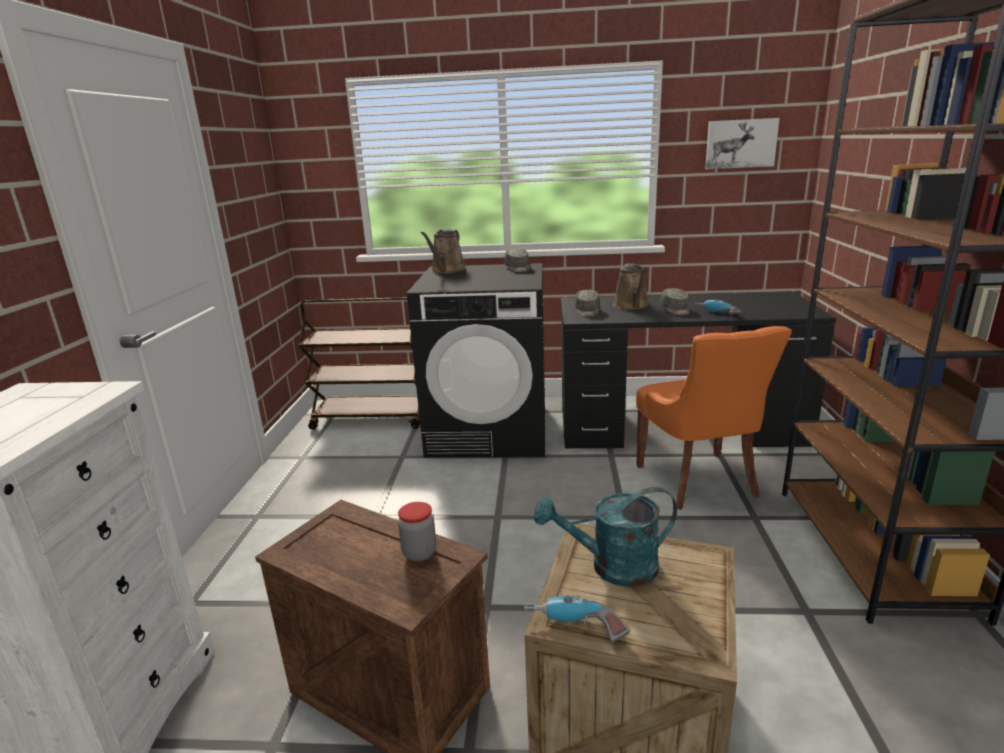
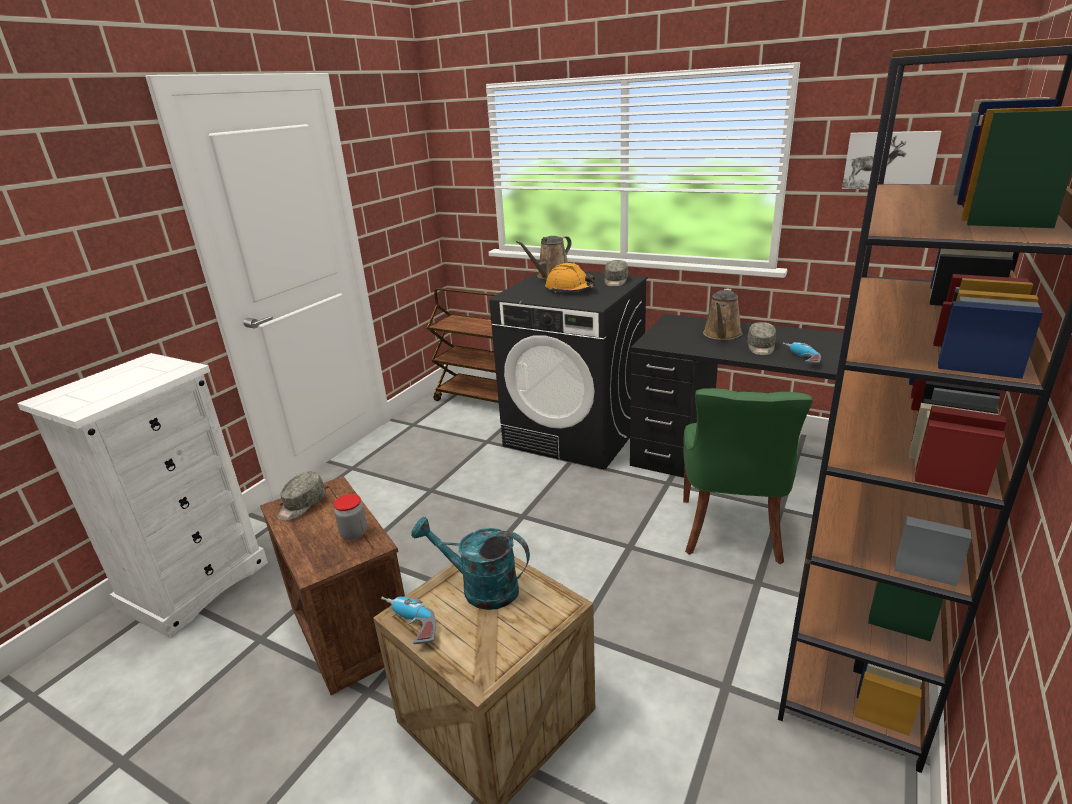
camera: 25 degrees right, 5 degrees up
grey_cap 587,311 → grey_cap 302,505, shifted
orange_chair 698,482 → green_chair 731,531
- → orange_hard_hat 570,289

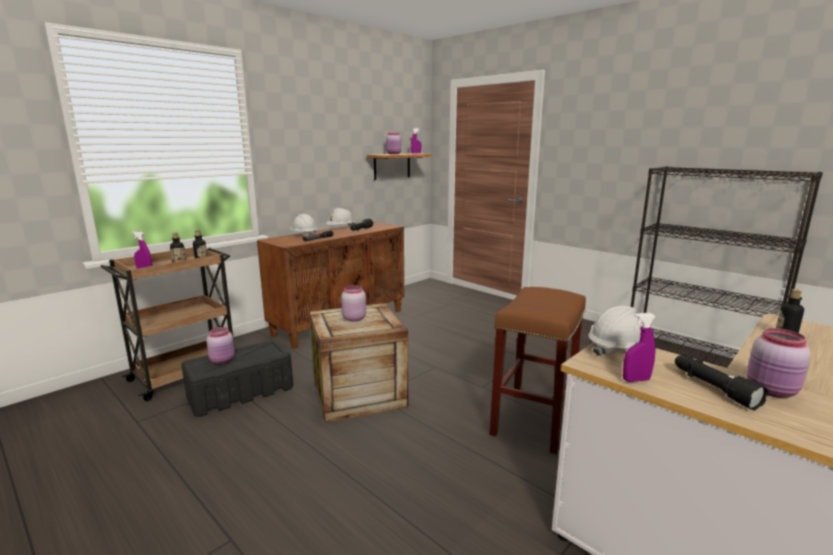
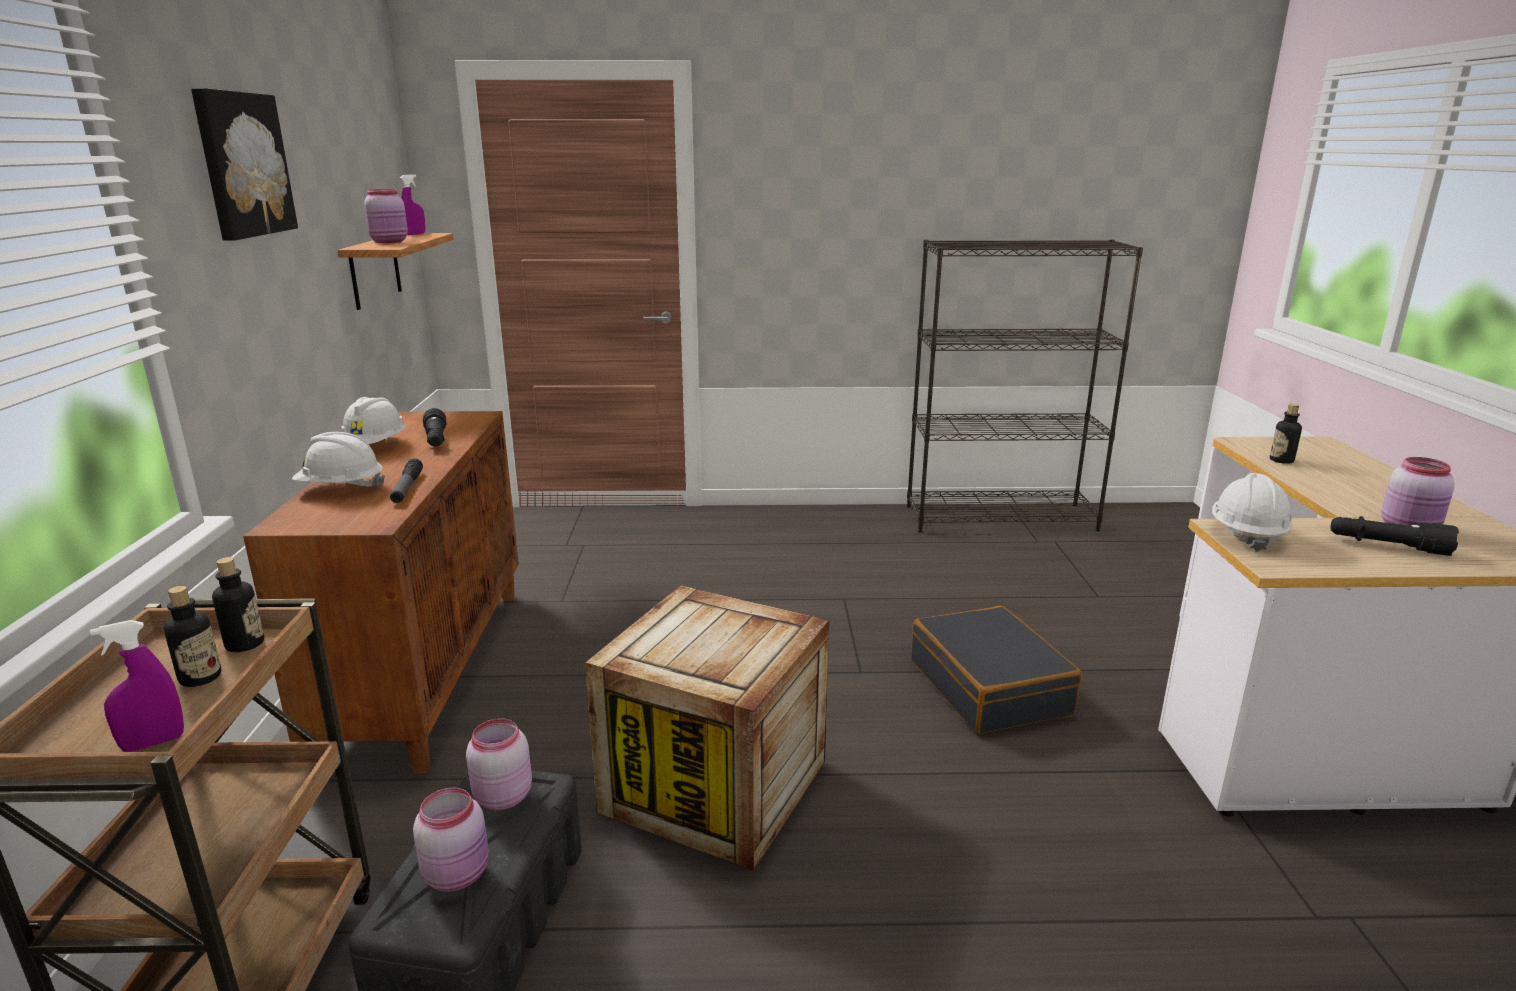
camera: 45 degrees left, 5 degrees up
pink_jar 353,318 → pink_jar 501,797, shifted
brown_stool 533,420 → black_suitcase 989,687
purple_spray_bottle 636,380 → -
- → picture 242,164

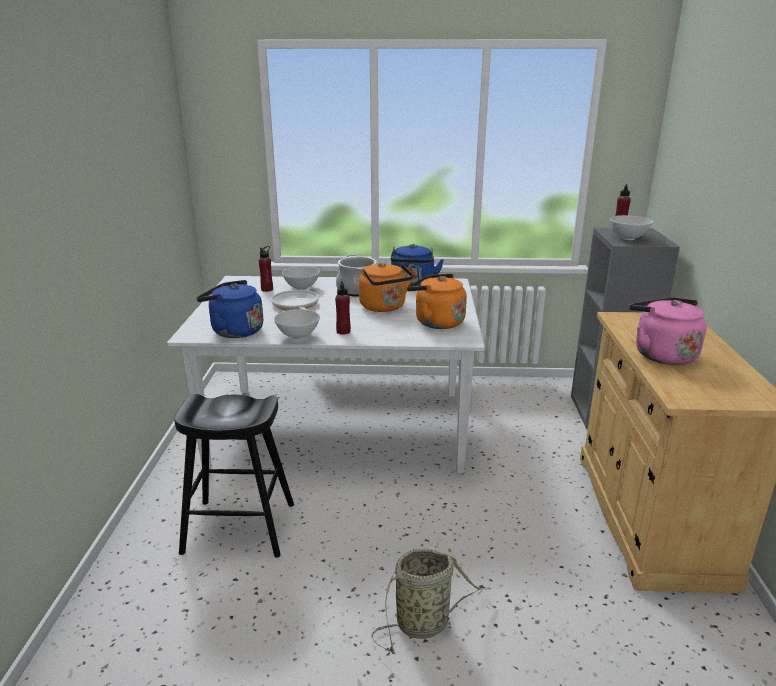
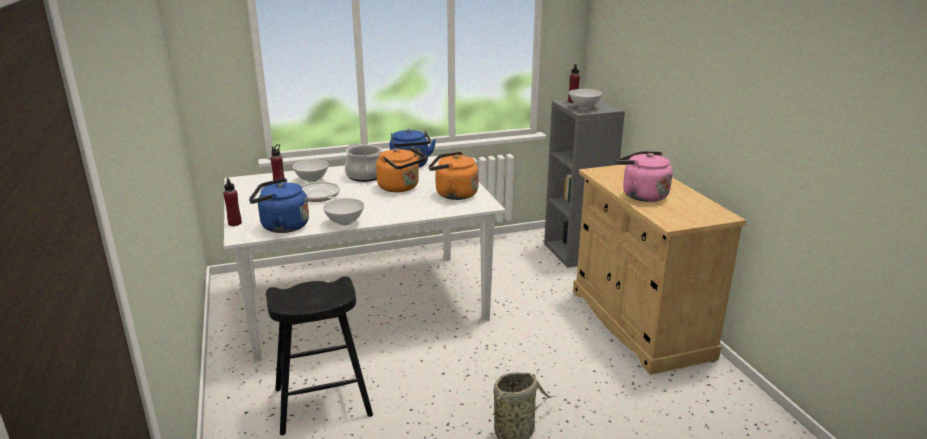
camera: 20 degrees left, 0 degrees up
red_bottle 343,331 → red_bottle 235,223, shifted

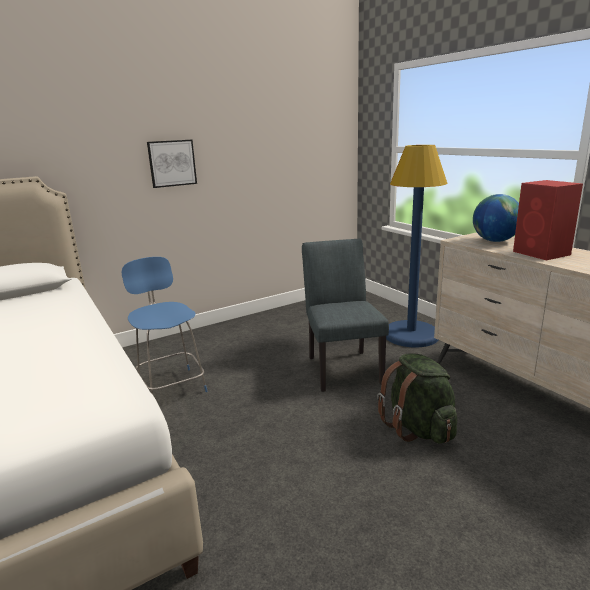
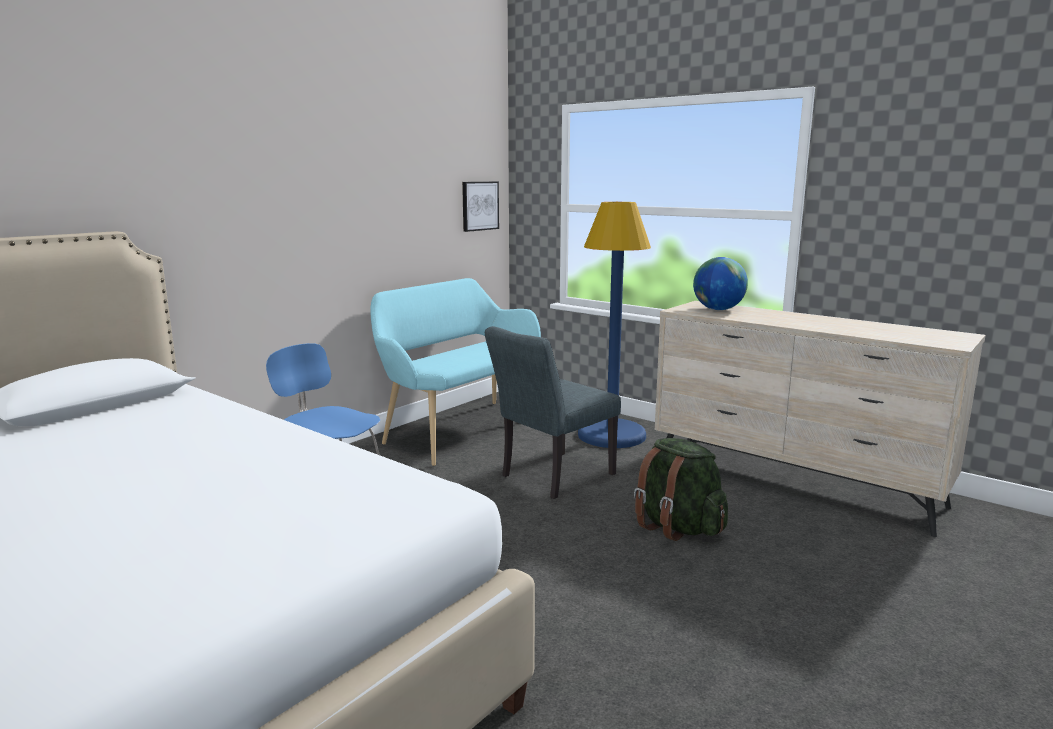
camera: 20 degrees left, 5 degrees down
picture 172,163 → picture 479,206, shifted
grey_chair 342,367 → grey_chair 551,477, 105 degrees counterclockwise
red_speaker 542,253 → -
- → turquoise_bench 464,428

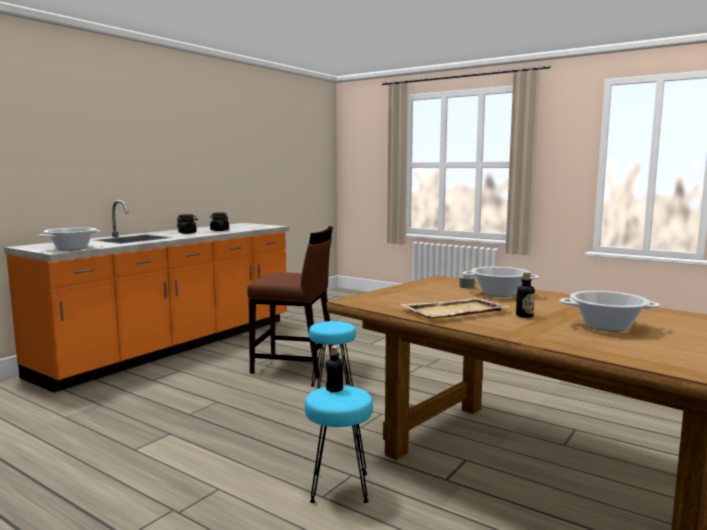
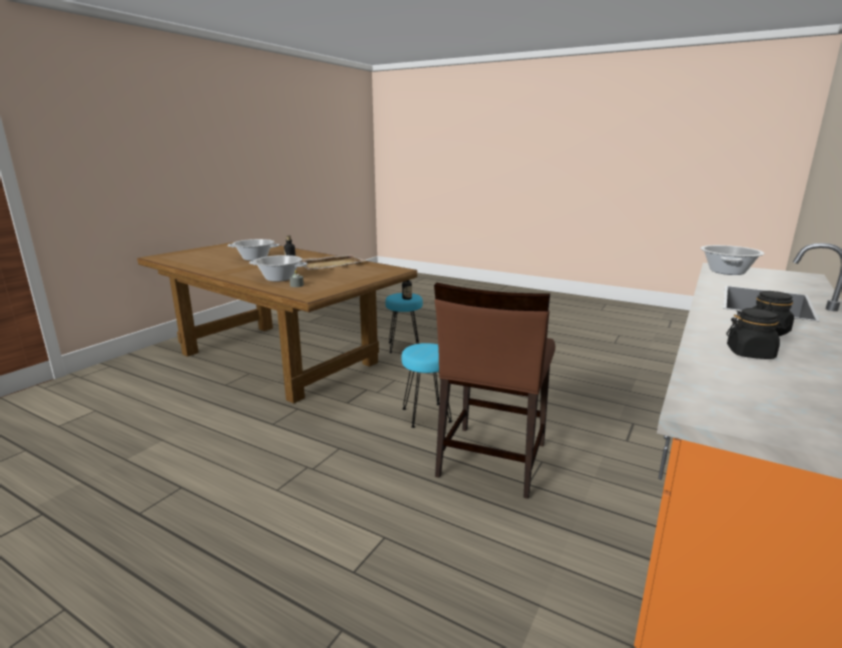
camera: 175 degrees right, 10 degrees up
brown_chair 294,365 → brown_chair 491,460, 75 degrees counterclockwise

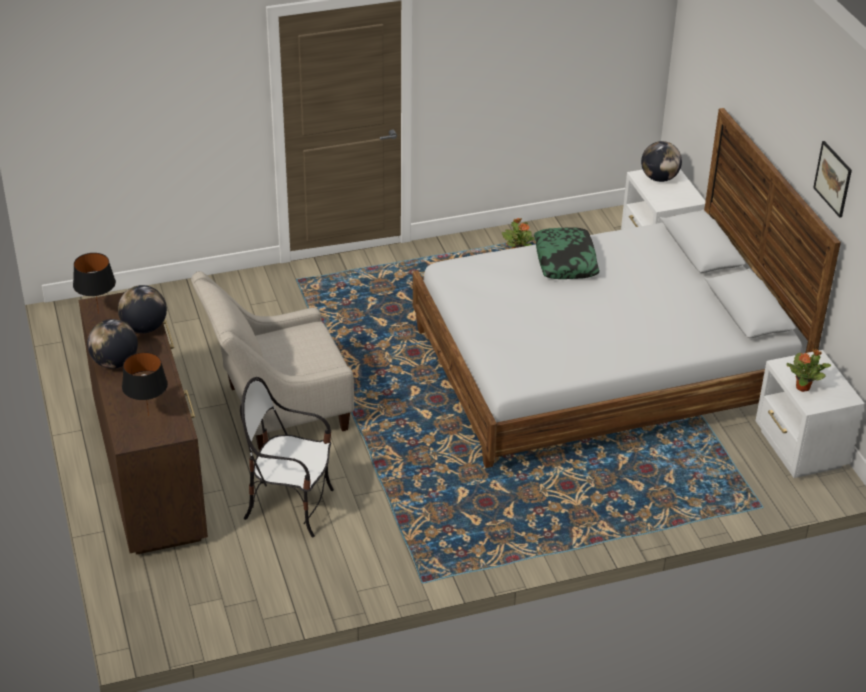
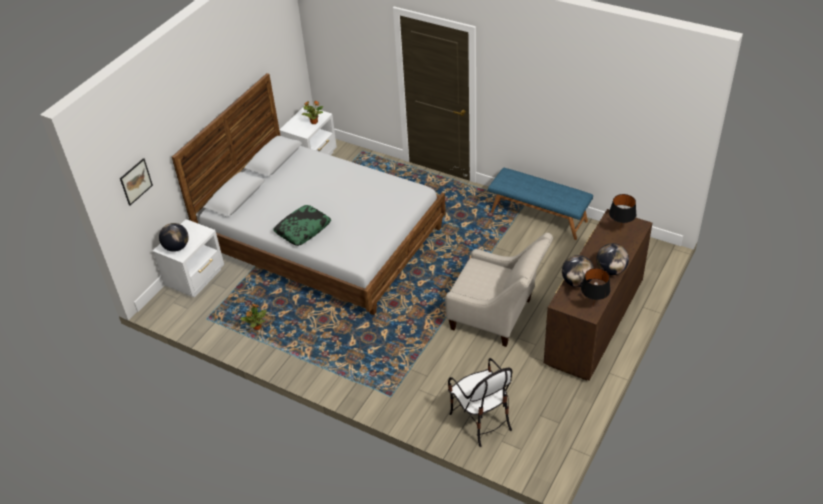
camera: 130 degrees left, 5 degrees up
chair 290,506 → chair 481,420, shifted
picture 833,179 → picture 136,181, shifted
- → blue_bench 539,216

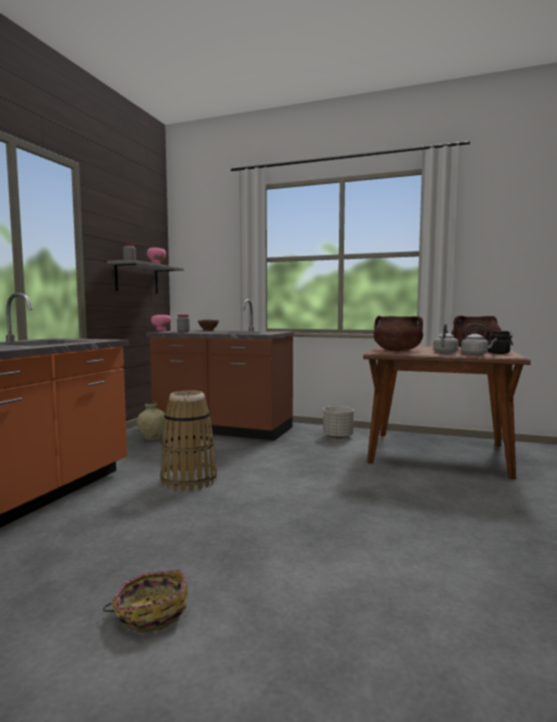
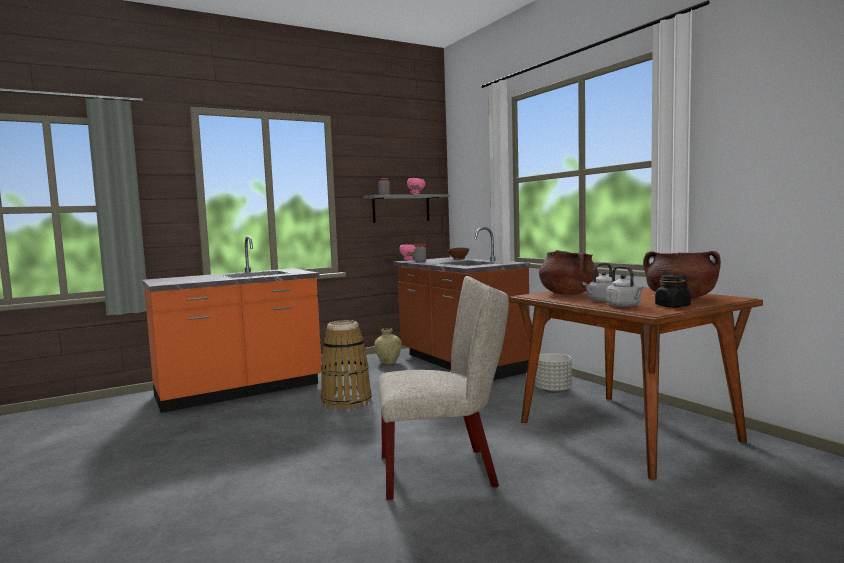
camera: 40 degrees right, 0 degrees up
basket 151,612 → -
- → beige_chair 445,470

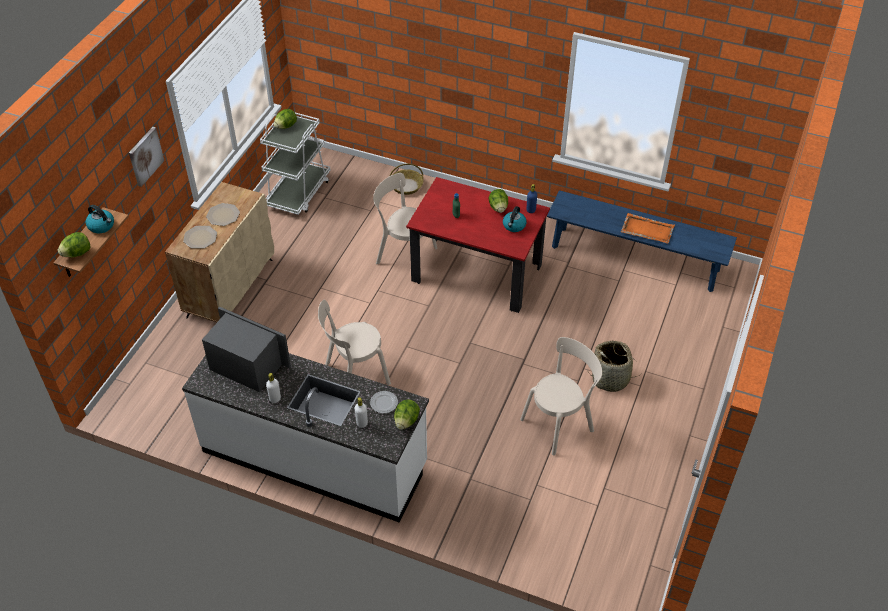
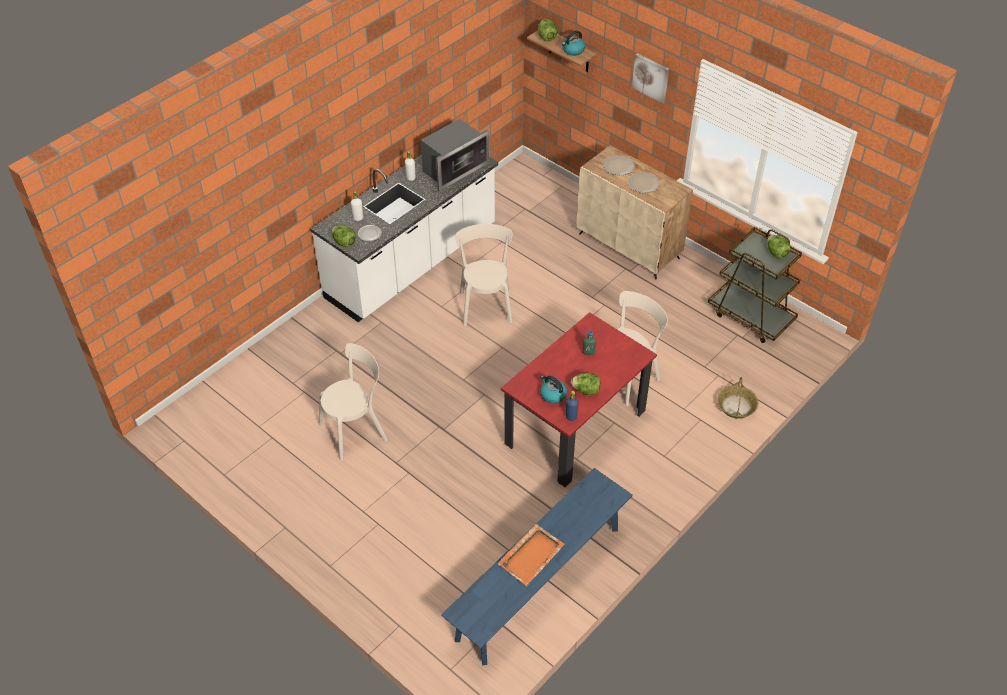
camera: 110 degrees right, 0 degrees up
white_cart 298,193 → brown_cart 751,316
beige_chair 559,423 → beige_chair 356,430, 105 degrees counterclockwise
basket 610,379 → -

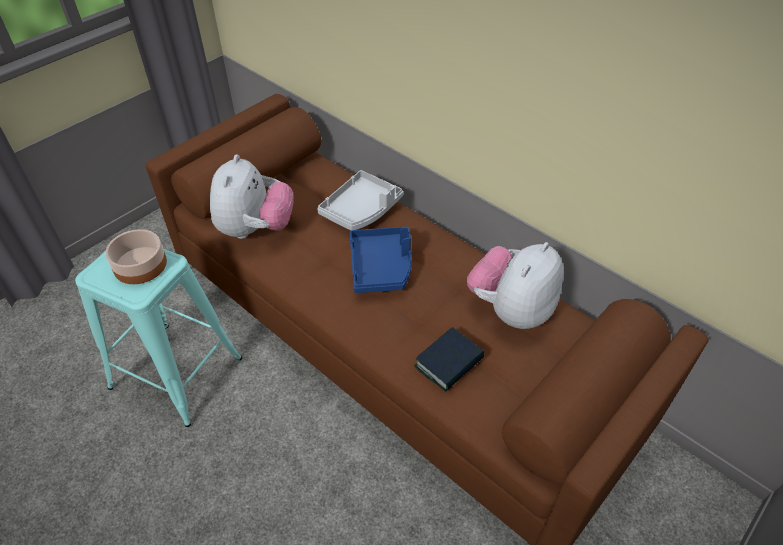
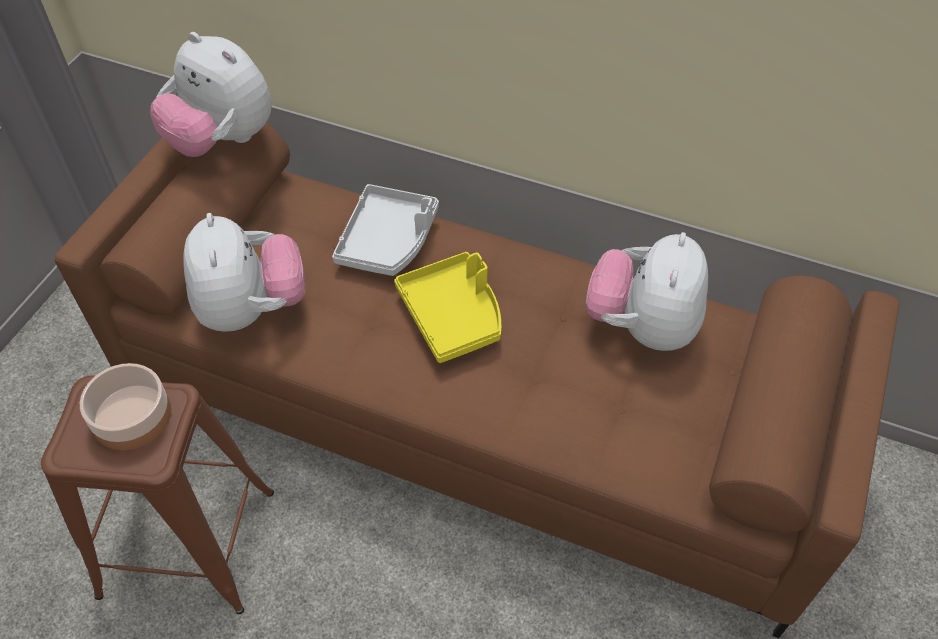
camera: 20 degrees left, 5 degrees up
turquoise_stool 176,372 → brown_stool 187,543
blue_tray 381,267 → yellow_tray 453,315
book 449,363 → -
- → plush_toy 222,141

